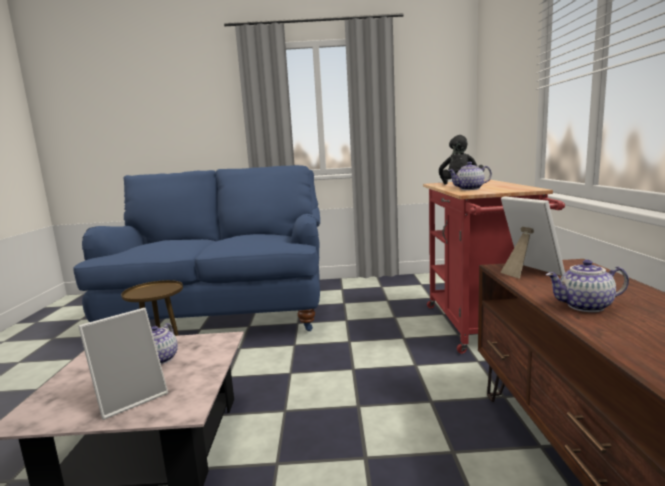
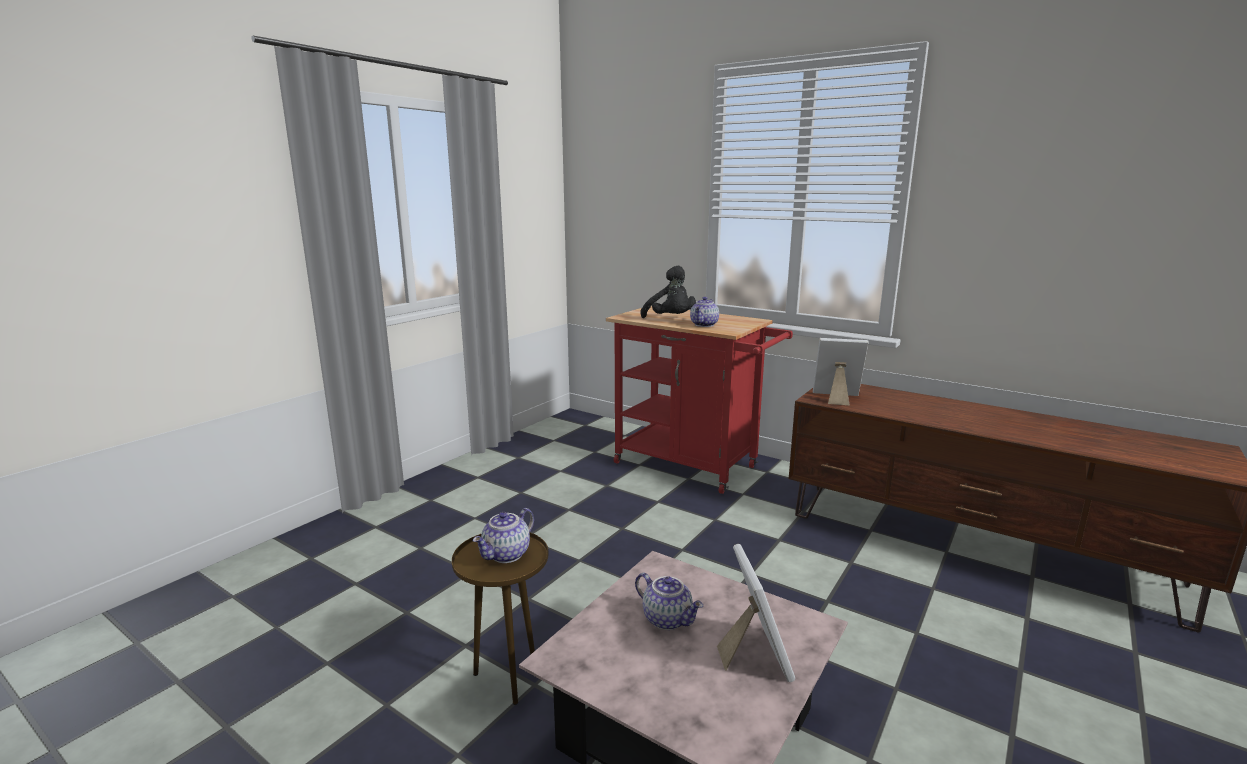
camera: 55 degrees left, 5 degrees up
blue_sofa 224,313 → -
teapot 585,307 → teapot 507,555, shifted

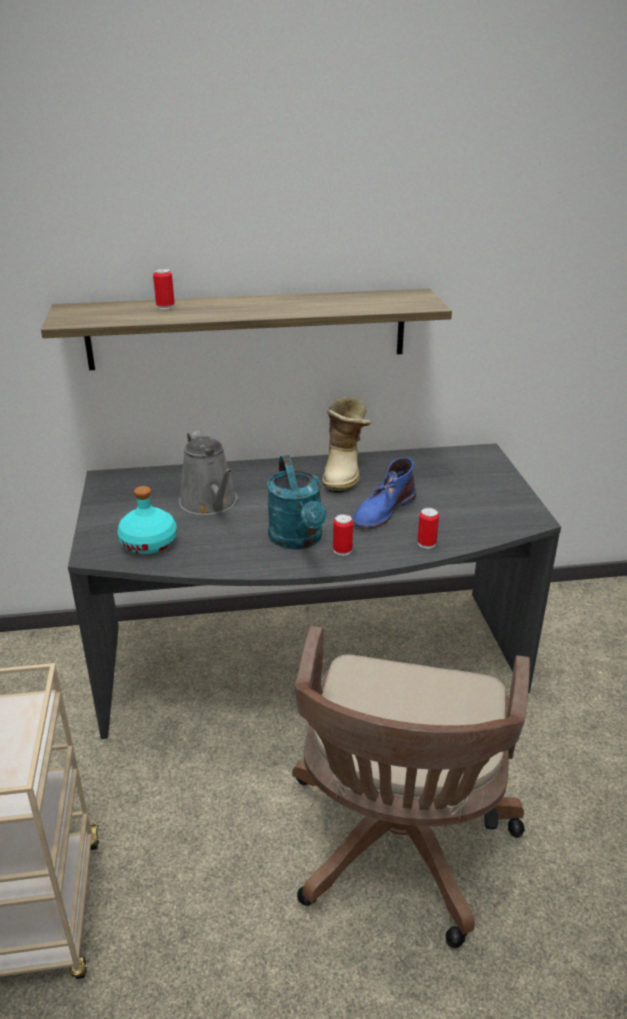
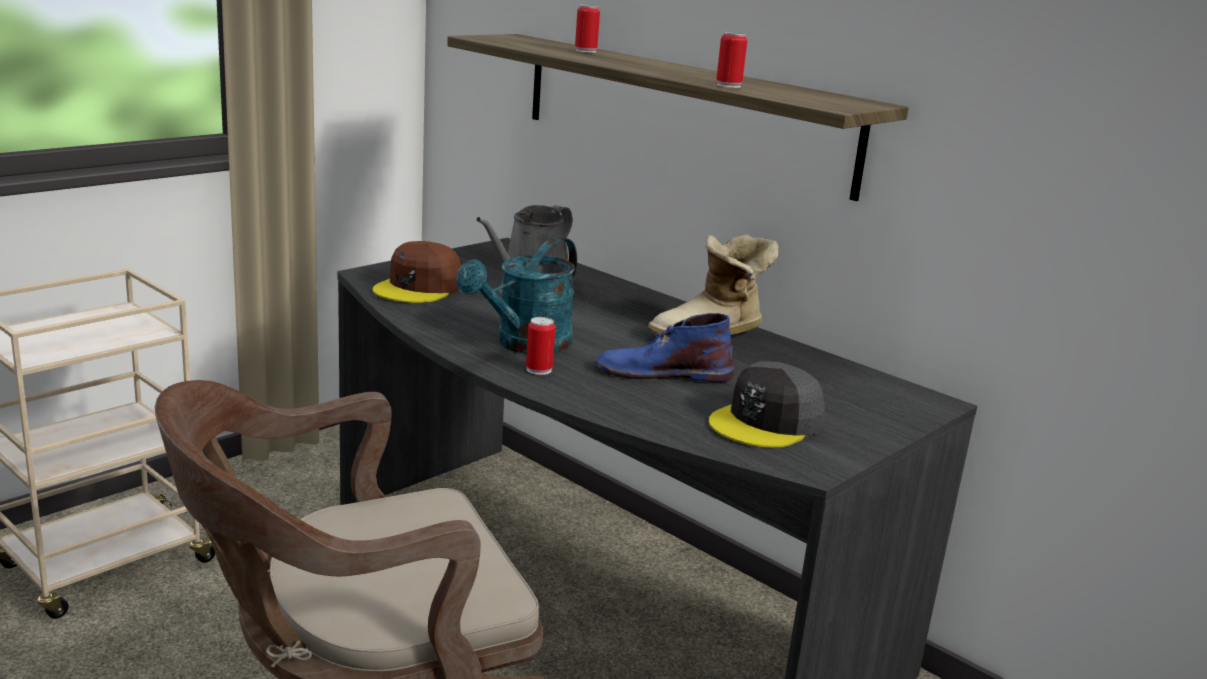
camera: 50 degrees right, 10 degrees down
turquoise_bottle 149,543 → brown_cap 419,287
can 426,543 → can 728,85, shifted
- → grey_cap 767,422

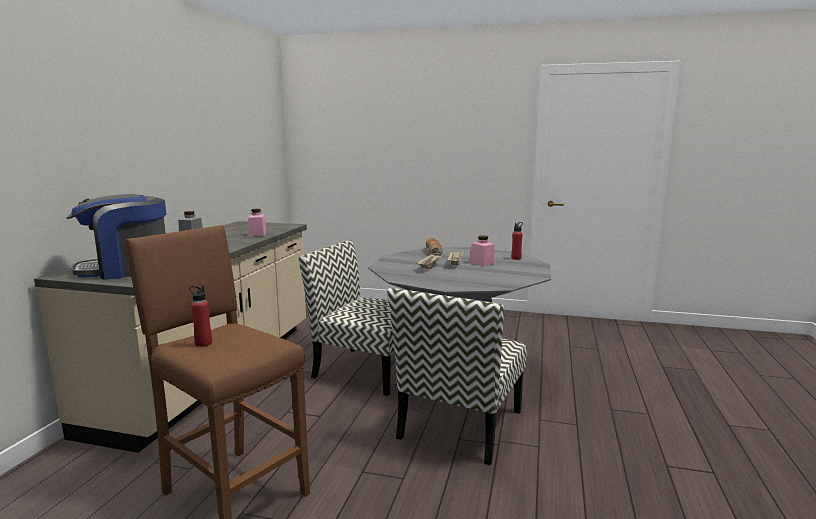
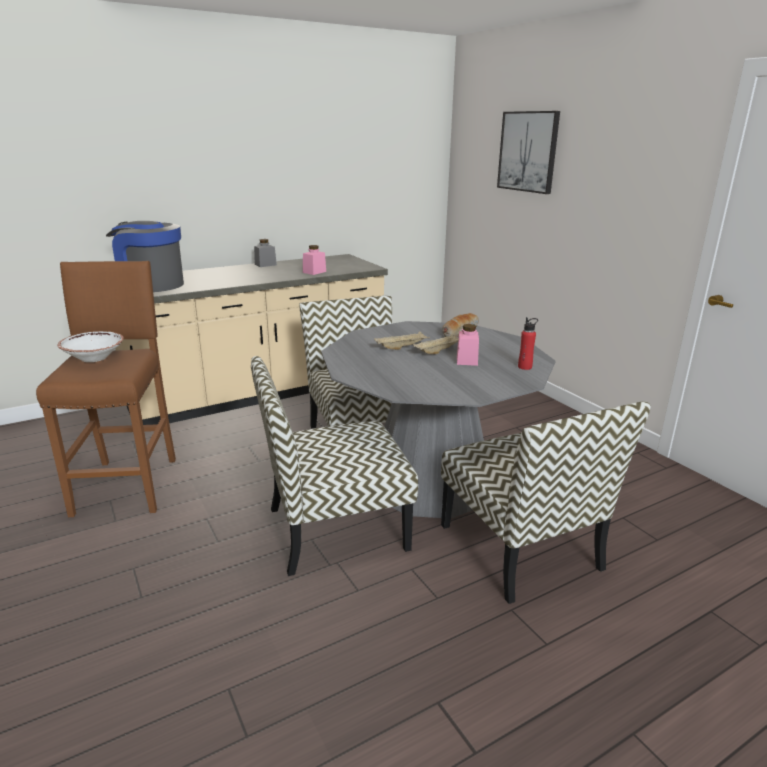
camera: 45 degrees right, 10 degrees up
red_bottle 203,343 → white_bowl 94,358
- → chair 521,548
- → picture 528,151

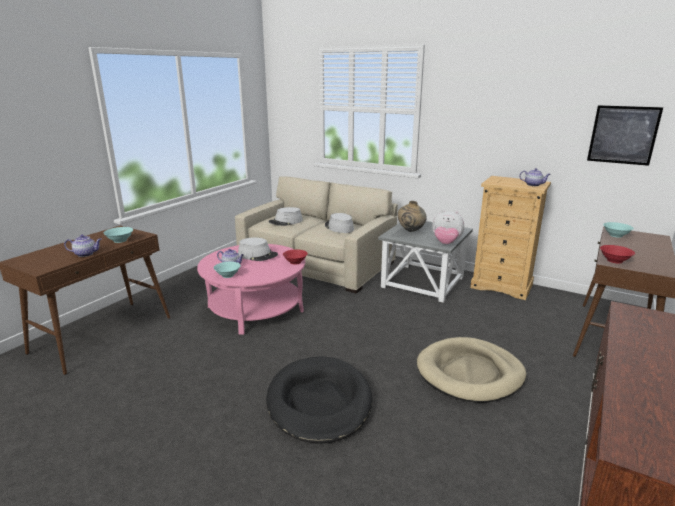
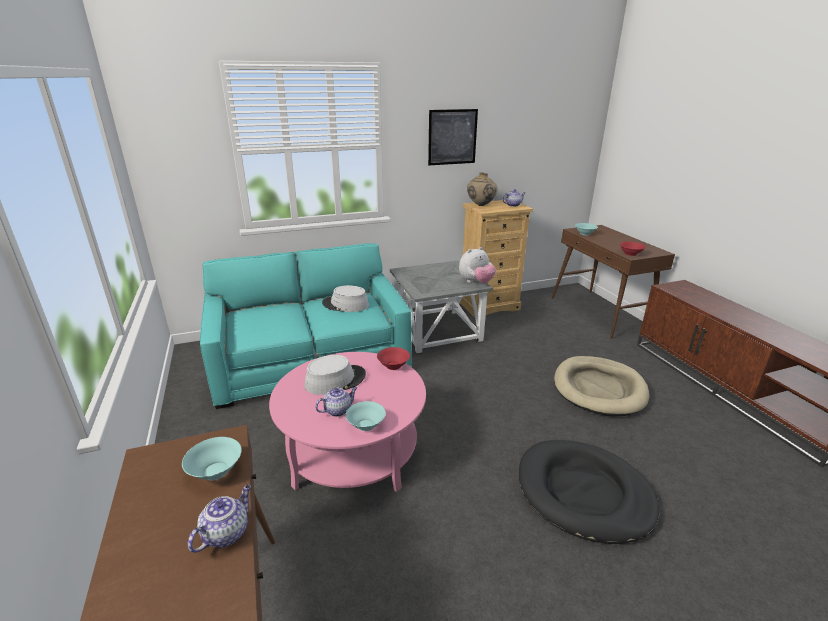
camera: 50 degrees left, 5 degrees up
beige_sofa 318,263 → turquoise_sofa 311,358
grey_hat 286,221 → -
beige_vase 411,231 → beige_vase 480,205, shifted
picture 623,135 → picture 452,137, shifted

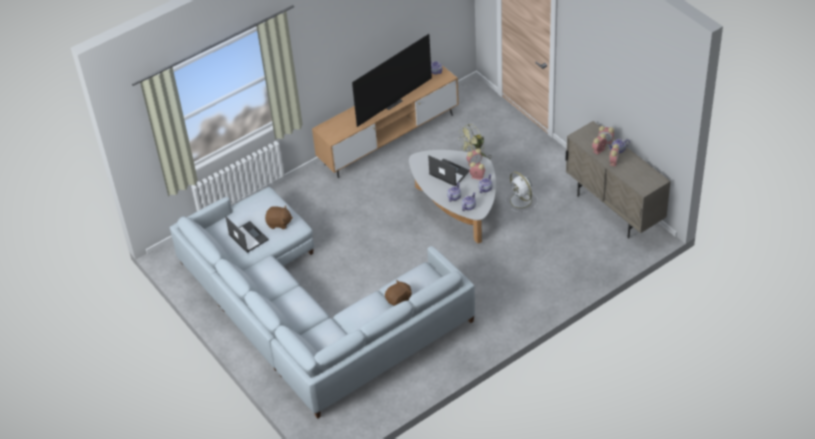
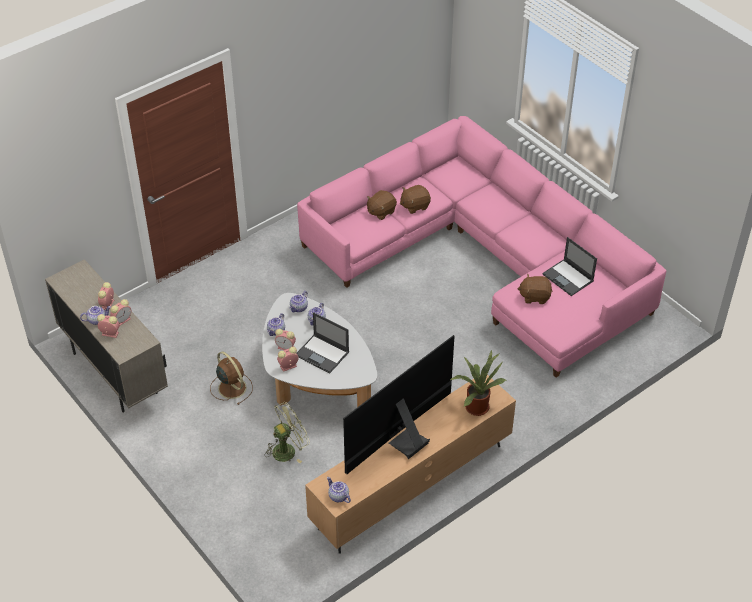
camera: 175 degrees right, 0 degrees up
grey_sofa 309,311 → pink_sofa 485,258
white_fan 521,201 → brown_fan 231,387
- → brown_plush_toy 414,206
- → potted_plant 476,405

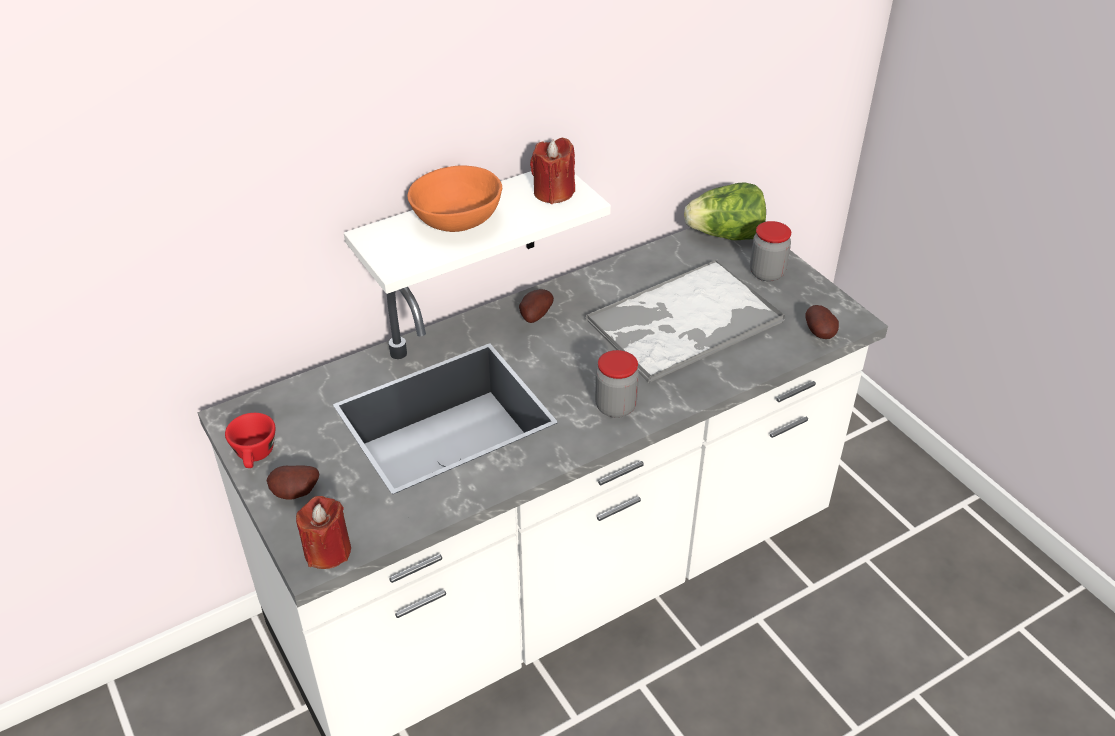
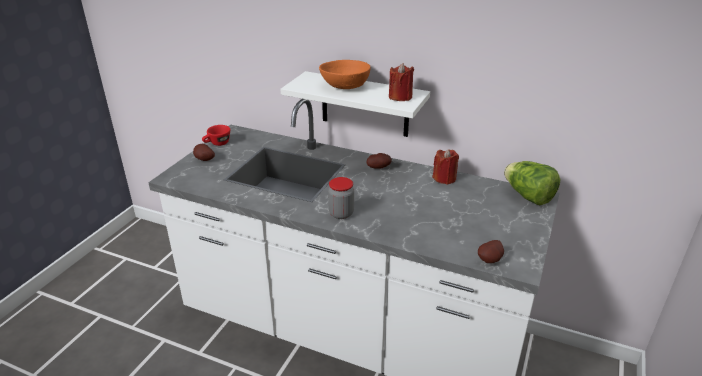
camera: 55 degrees right, 10 degrees down
red_candle 327,551 → red_candle 444,178, shifted
tray 683,322 → -
jar 766,273 → -

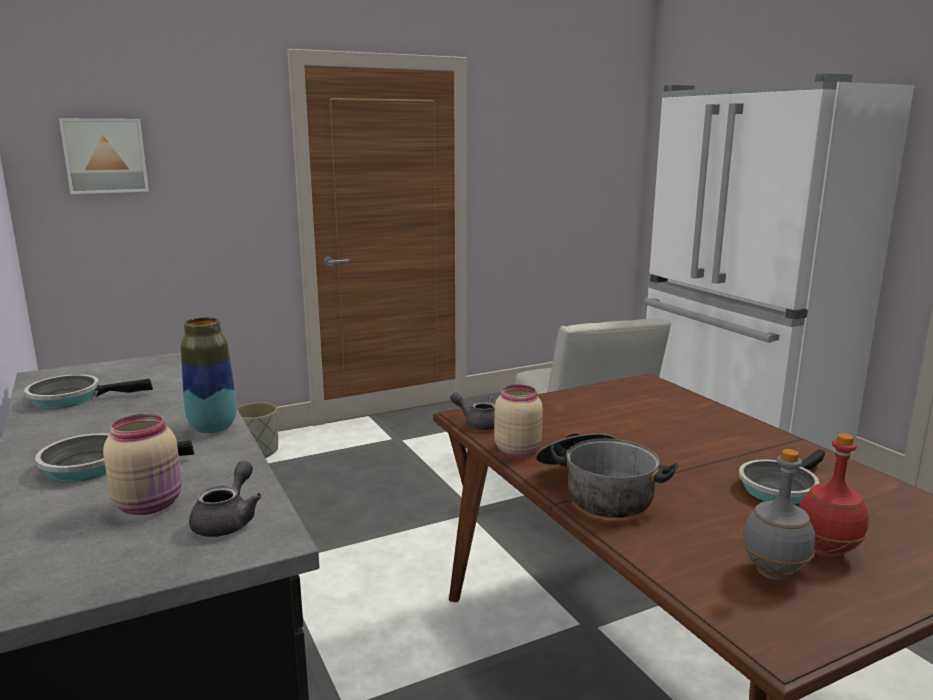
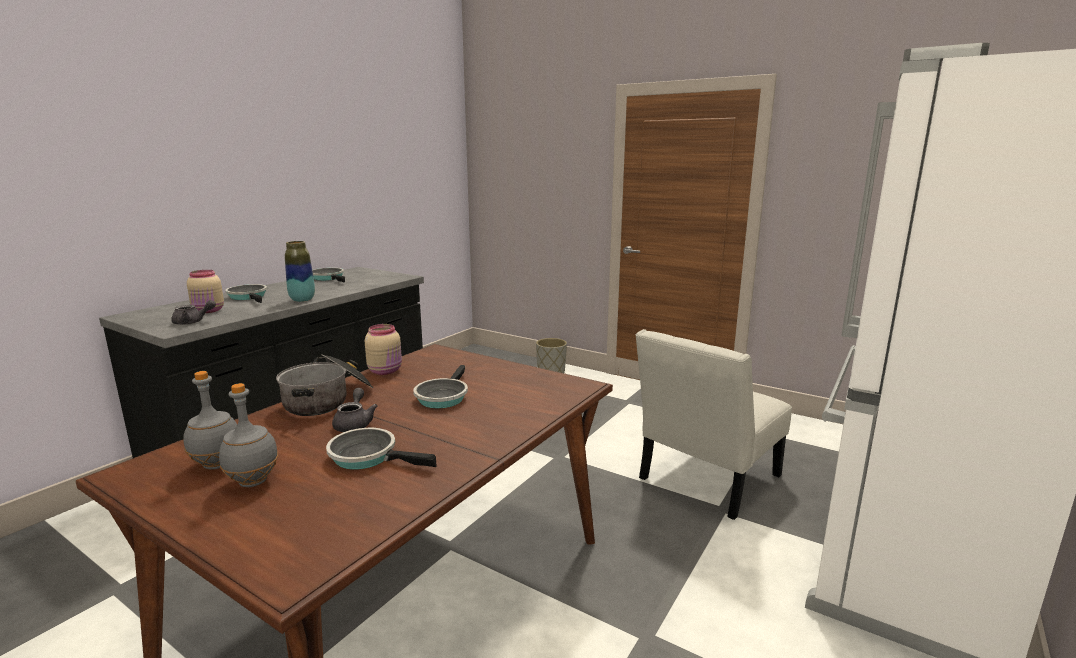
camera: 60 degrees right, 0 degrees up
picture 105,155 → -
grey_teapot 478,424 → grey_teapot 354,424, shifted
red_bottle 826,552 → grey_bottle 252,481
- → frying_pan 442,397

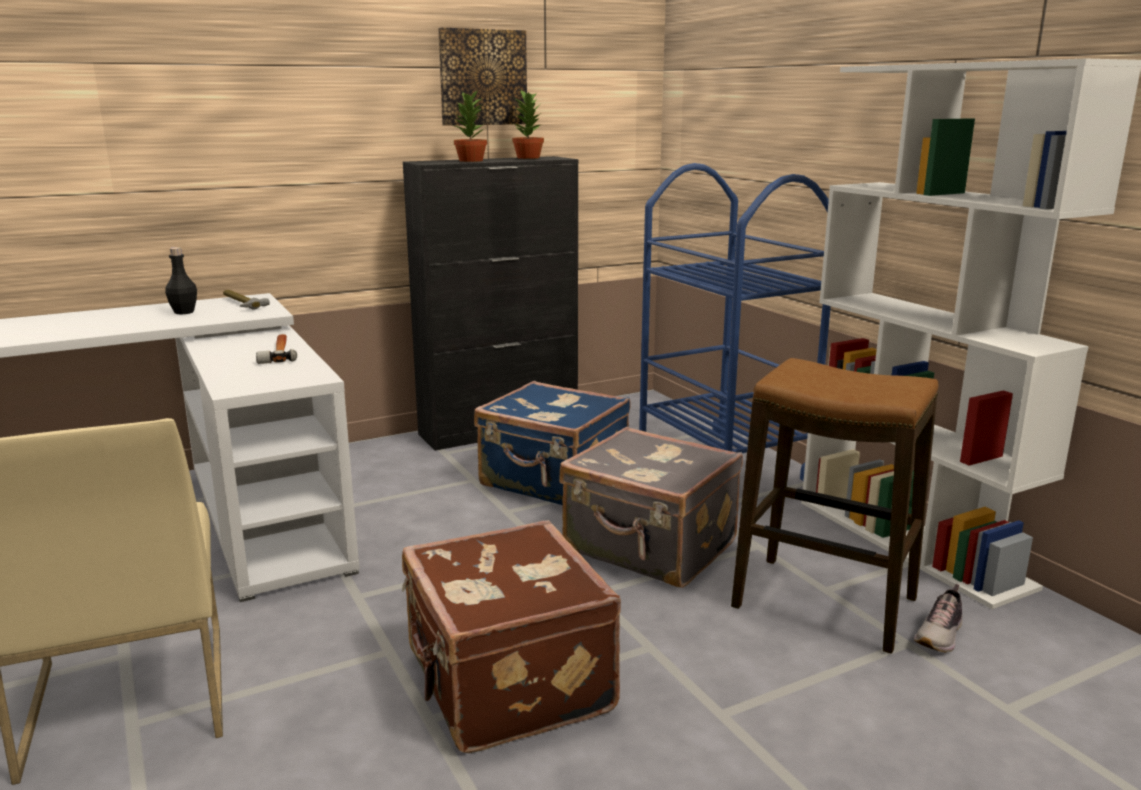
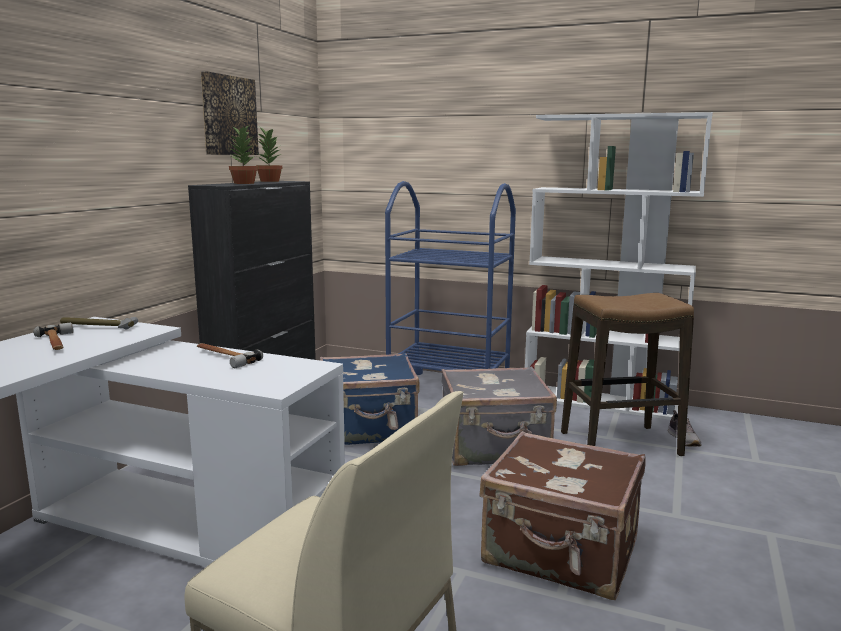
camera: 40 degrees left, 5 degrees down
black_bottle 184,312 → hammer 57,343

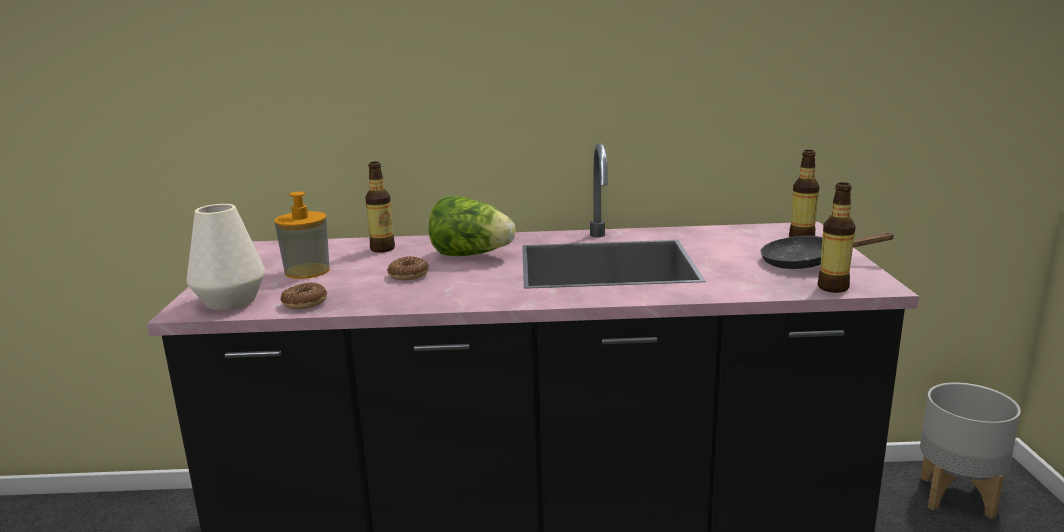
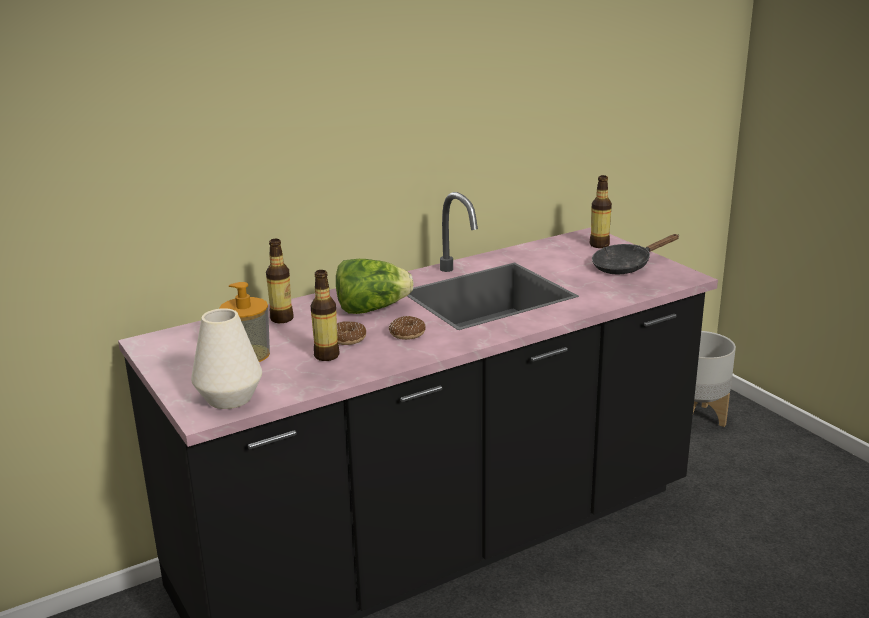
camera: 30 degrees left, 5 degrees up
donut 305,303 → donut 407,333, shifted
bottle 833,287 → bottle 326,355, shifted

